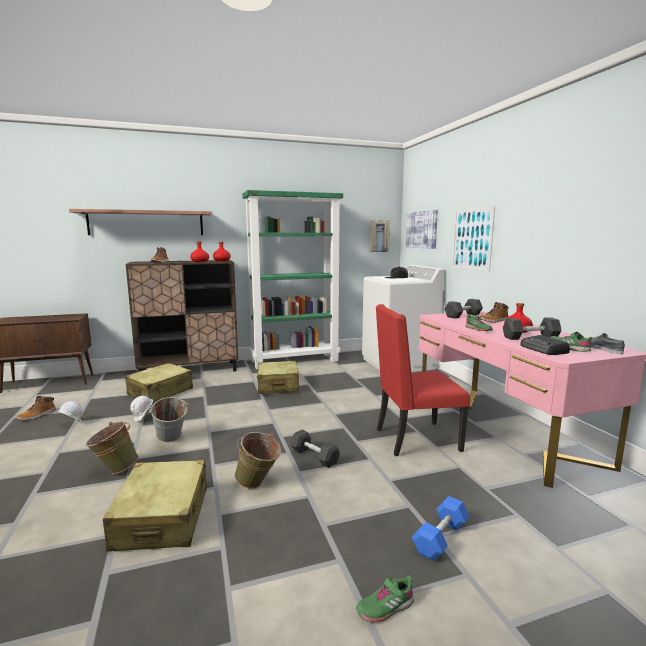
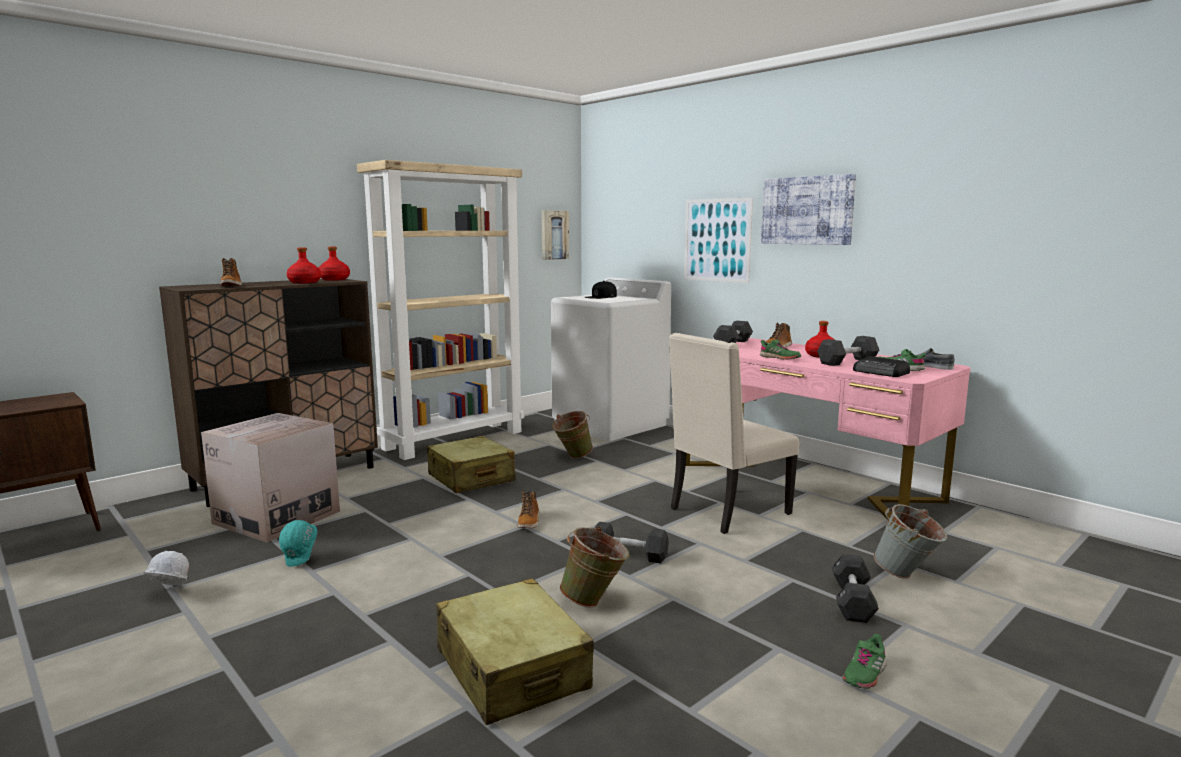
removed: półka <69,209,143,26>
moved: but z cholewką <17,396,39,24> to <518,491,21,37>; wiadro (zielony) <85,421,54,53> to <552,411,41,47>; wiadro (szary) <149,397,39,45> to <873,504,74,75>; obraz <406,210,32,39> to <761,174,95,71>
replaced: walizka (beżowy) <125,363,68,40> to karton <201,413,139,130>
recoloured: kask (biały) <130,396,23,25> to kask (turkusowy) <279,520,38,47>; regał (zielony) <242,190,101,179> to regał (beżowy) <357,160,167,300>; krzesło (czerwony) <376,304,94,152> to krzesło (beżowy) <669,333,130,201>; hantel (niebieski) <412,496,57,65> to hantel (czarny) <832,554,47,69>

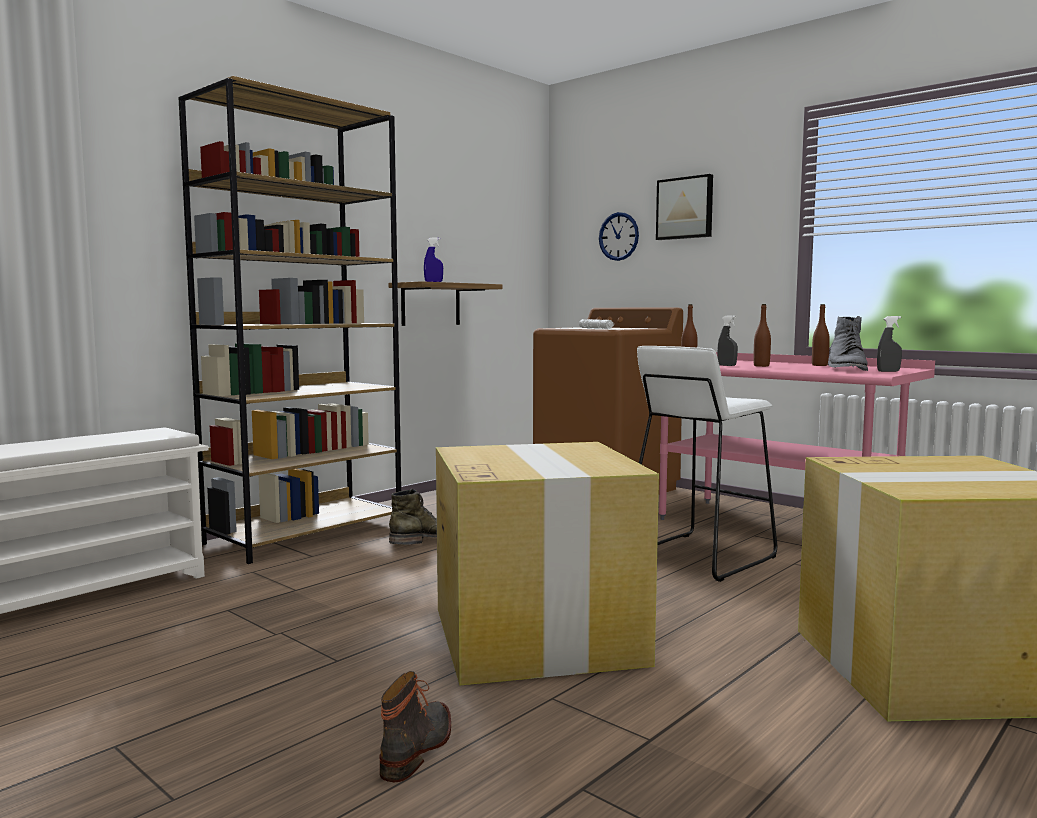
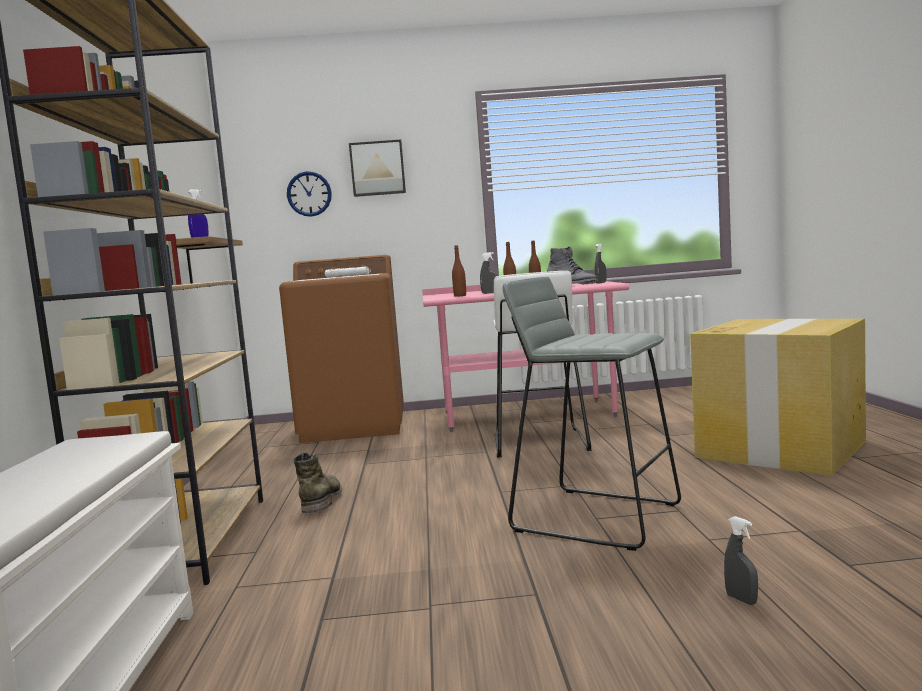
replaced: but z cholewką <379,671,72,111> to spryskiwacz (szary) <724,516,34,89>; karton <436,442,223,243> to stołek (szary) <502,277,179,274>

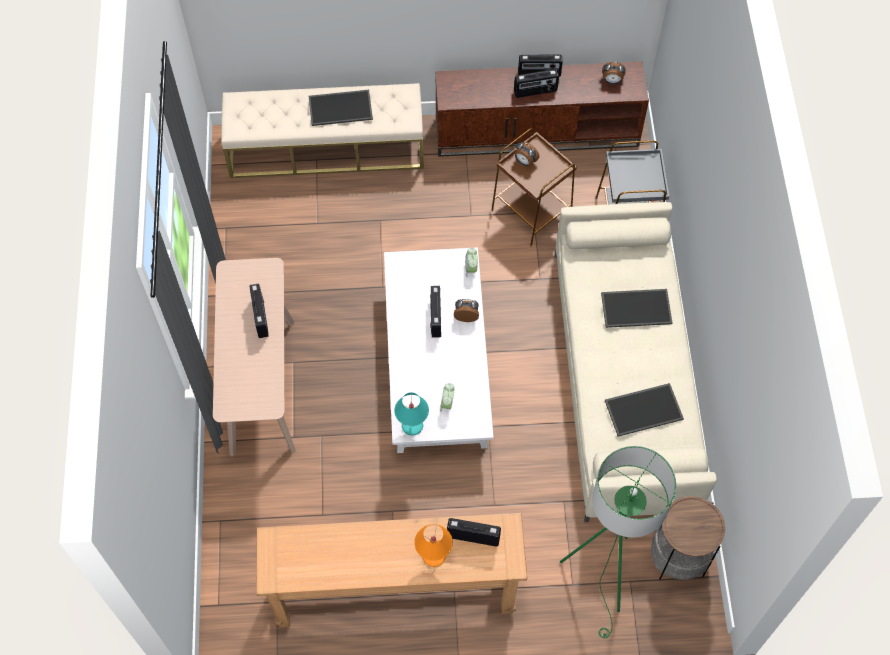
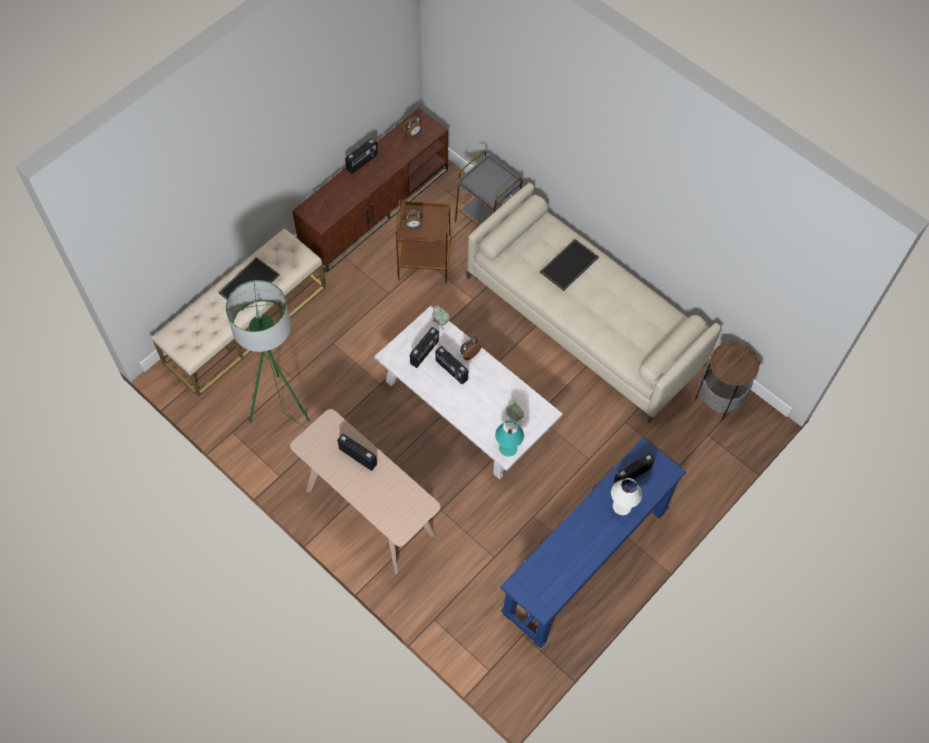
removed: taca <605,383,79,54>
moved: radio <514,69,45,29> to <410,327,29,41>; lampa stojąca (zielony) <560,446,116,193> to <226,280,84,148>
recoloured: stolik konsolowy (brązowy) <256,513,271,114> to stolik konsolowy (niebieski) <500,437,186,211>; lampa stołowa (pomarańczowy) <414,524,39,43> to lampa stołowa (biały) <611,478,31,37>

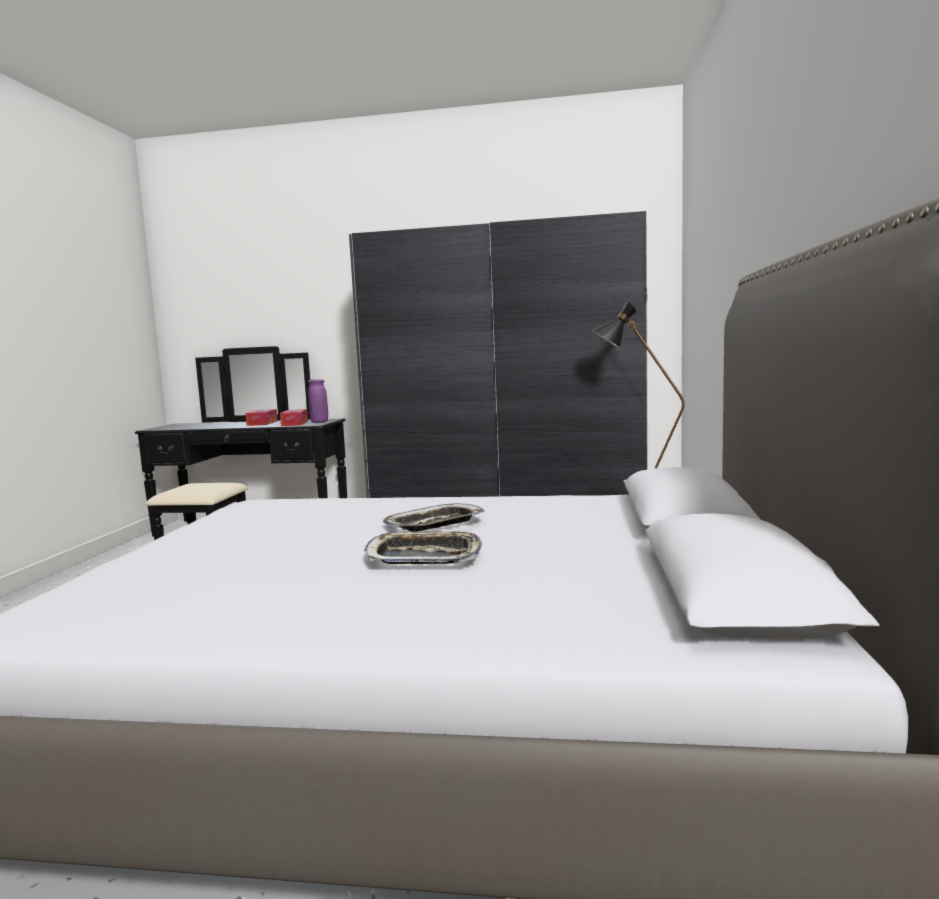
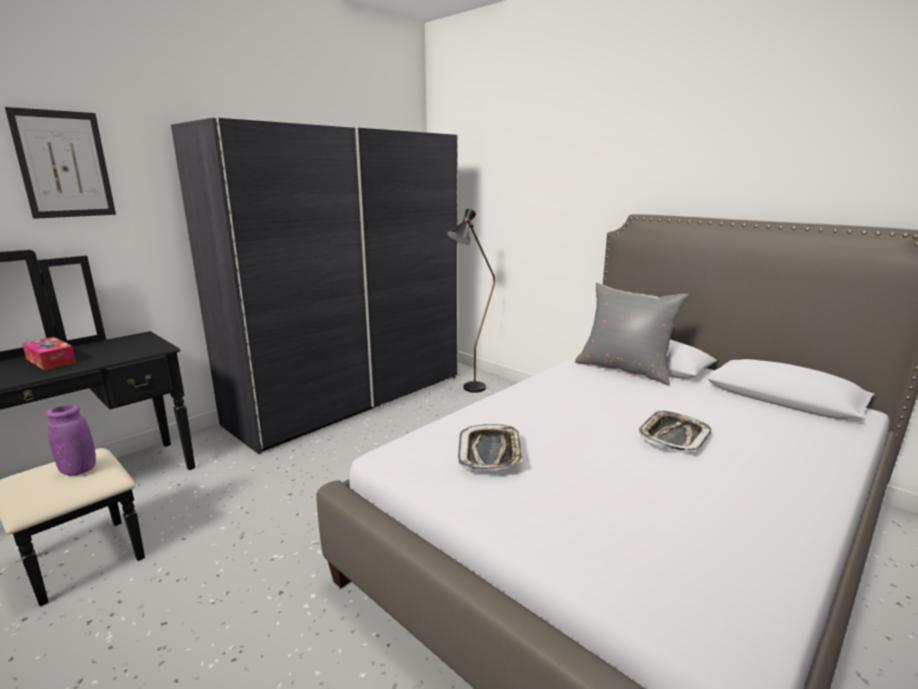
removed: pudełko chusteczek <280,409,28,17>
added: obraz <5,107,111,112>; poduszka (szary) <575,283,114,102>
moved: wazon (fioletowy) <308,379,20,44> to <46,405,50,70>; taca <383,503,102,29> to <458,424,65,47>

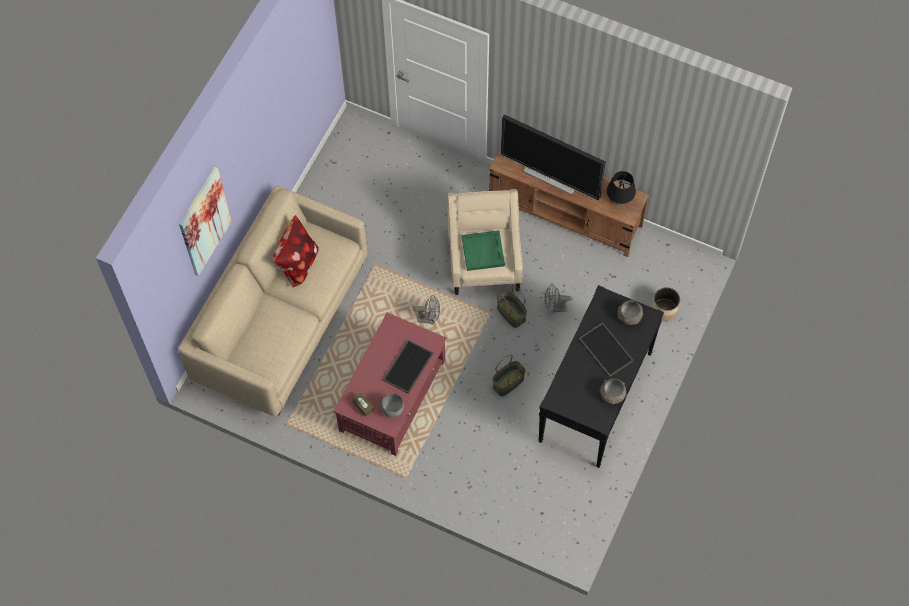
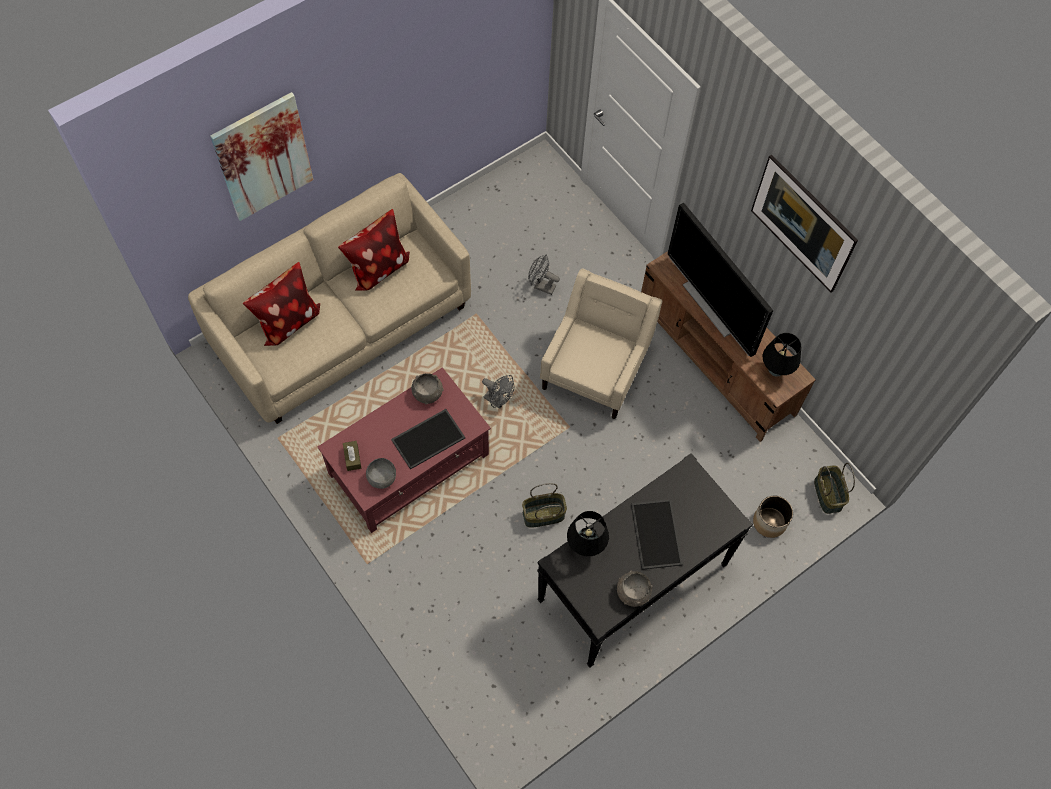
removed: taca (zielony) <462,231,43,40>
added: poduszka <243,262,77,84>; lampa stołowa (czarny) <567,511,42,45>; obraz <751,154,107,139>
moved: koszyk <497,285,30,43> to <814,463,41,51>; wentylator (szary) <545,284,26,29> to <528,255,32,40>; miska (szary) <618,300,25,25> to <411,373,33,31>

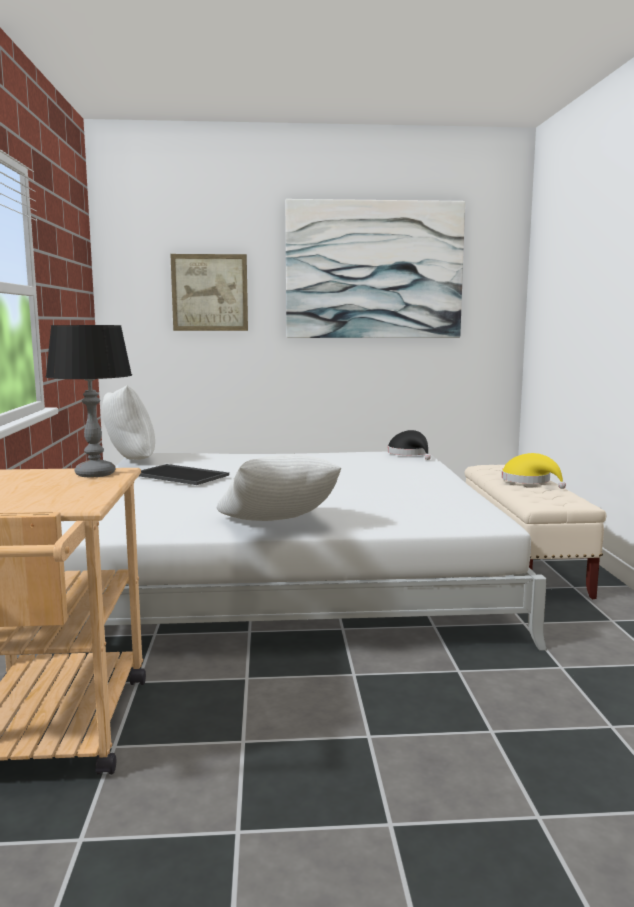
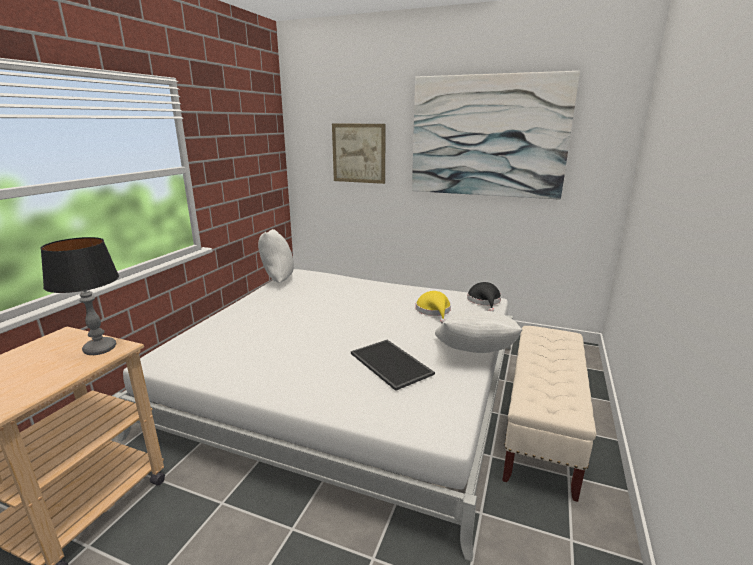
moved: taca <139,464,90,21> to <351,340,84,51>; poduszka (biały) <216,454,125,67> to <435,310,87,43>; kapelusz (żółty) <501,453,65,36> to <416,291,35,33>

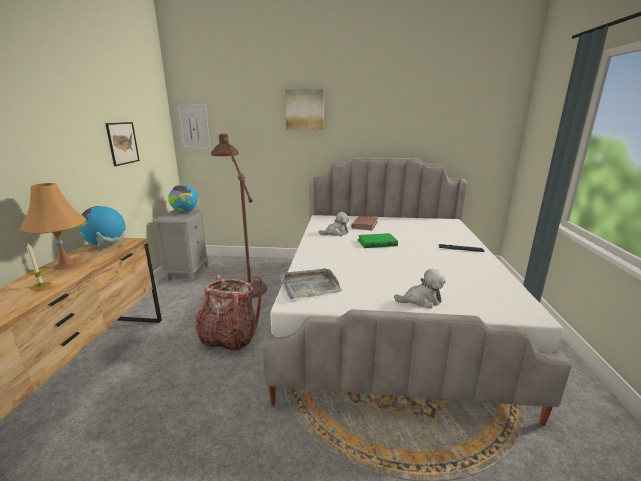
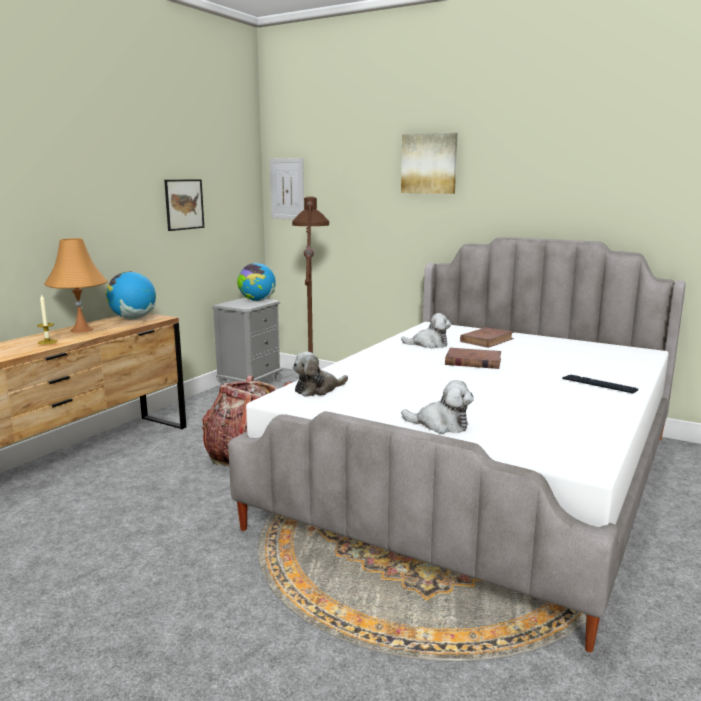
replaced: taca (szary) <280,268,62,31> to pluszak <293,352,55,45>
recoloured: książka (zielony) <357,233,41,15> to książka (brązowy) <445,348,56,21>

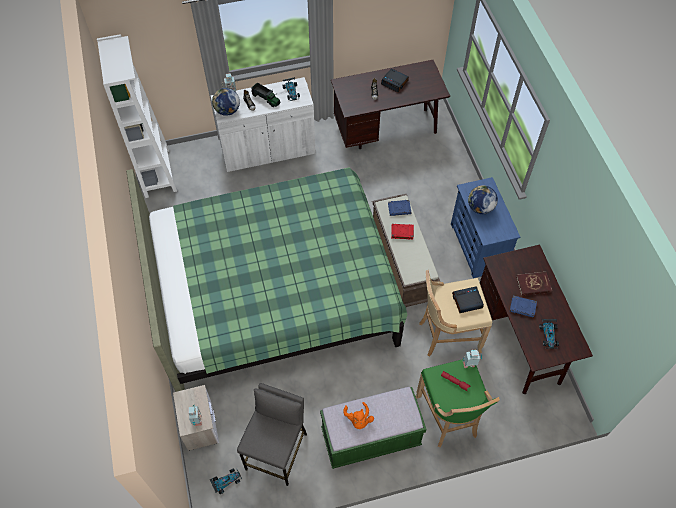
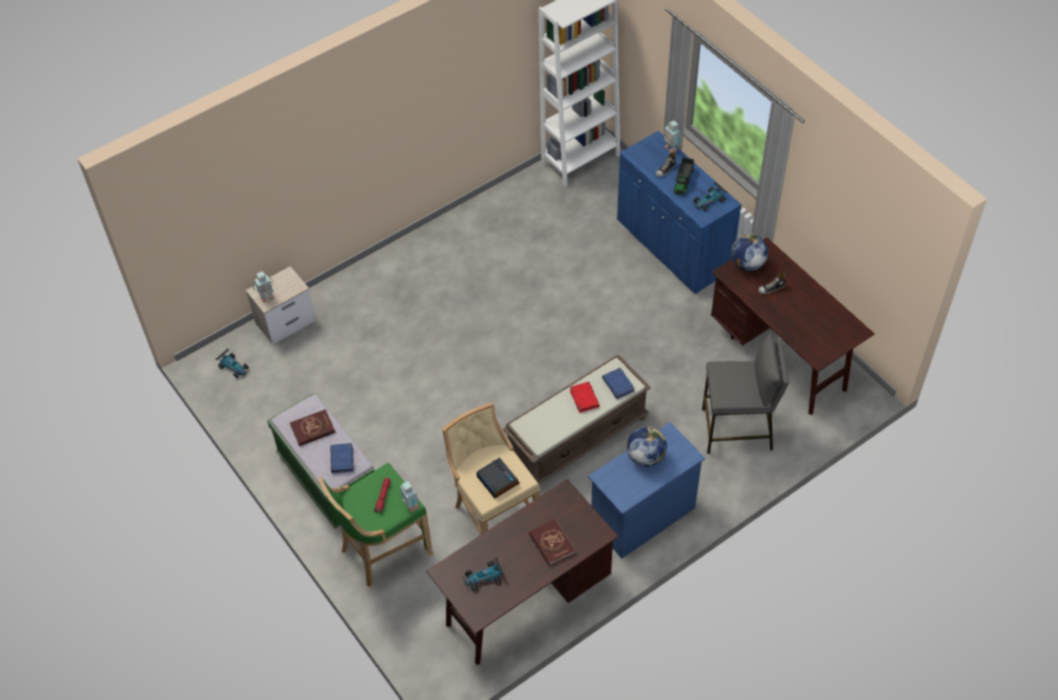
removed: łóżko (zielony) <126,167,281,225>; budzik <381,68,28,24>
moved: globus <212,88,28,28> to <731,234,37,37>; stołek (szary) <237,383,70,103> to <702,333,87,121>; książka (niebieski) <510,296,27,22> to <330,443,24,30>
replaced: pluszak (pomarańczowy) <343,402,31,27> to książka (czerwony) <290,409,45,37>
recoloured: szafka (biały) <211,77,104,95> to szafka (niebieski) <617,131,125,163>

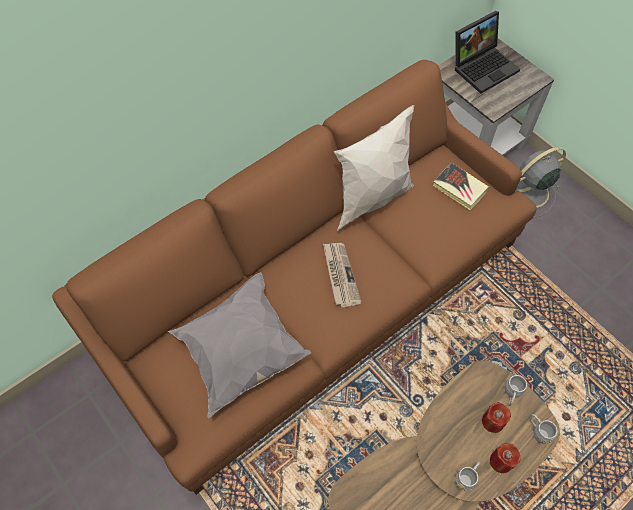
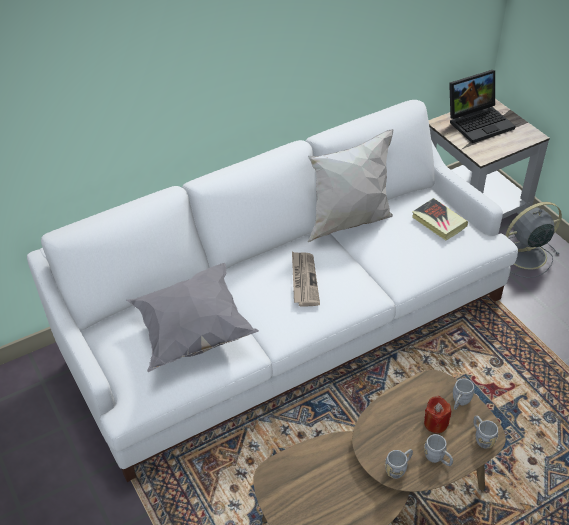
replaced: świeca (czerwony) <490,443,30,30> to kubek (szary) <424,434,29,32>
recoloured: kanapa (brązowy) <52,60,484,435> to kanapa (biały) <27,100,491,382>

